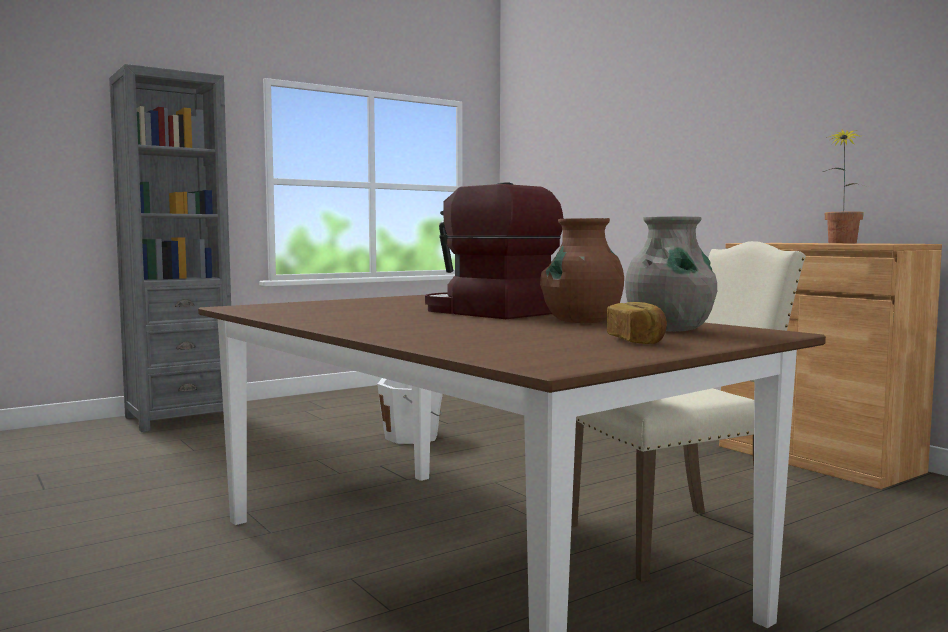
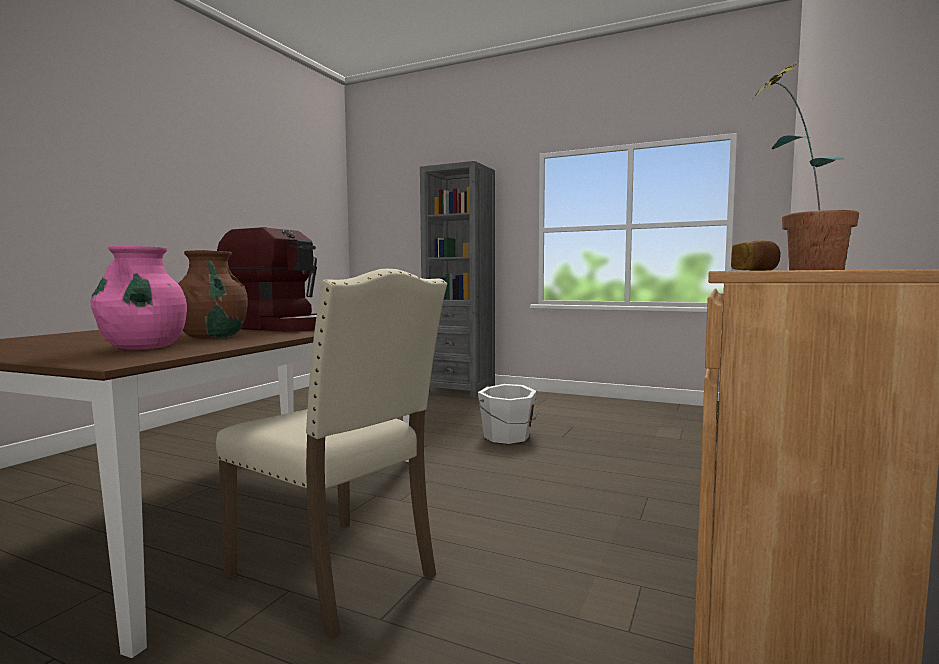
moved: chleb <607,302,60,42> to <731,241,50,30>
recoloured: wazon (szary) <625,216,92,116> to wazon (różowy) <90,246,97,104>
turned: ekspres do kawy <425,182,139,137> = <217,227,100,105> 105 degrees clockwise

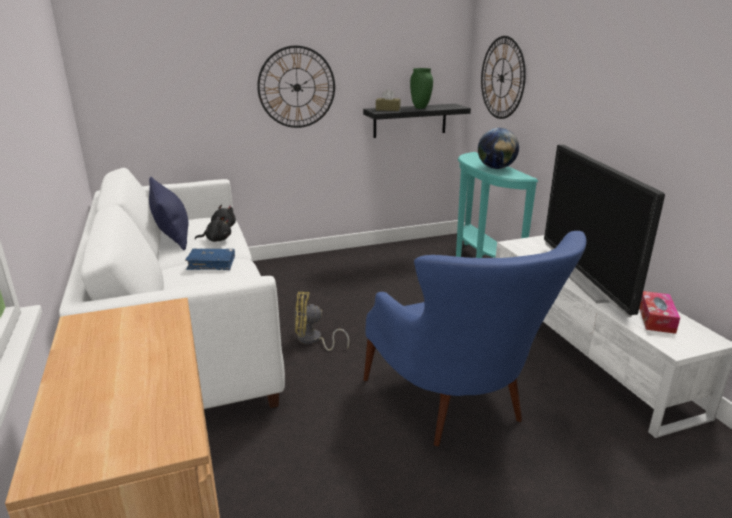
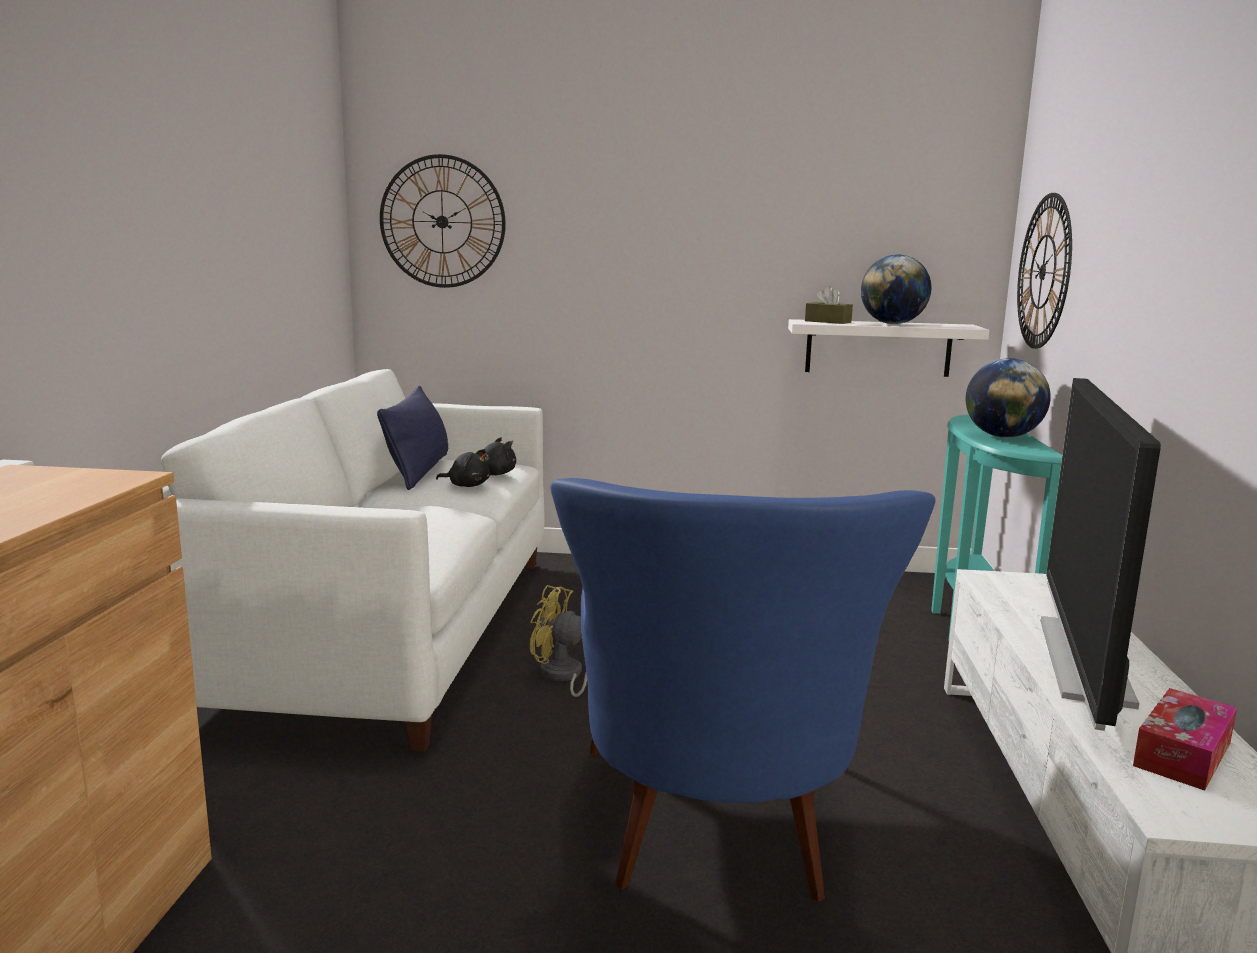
removed: książka (niebieski) <185,248,50,22>
moved: zegar ścienny <257,45,78,83> to <380,154,126,134>
replaced: wazon (zielony) <410,68,23,41> to globus <861,254,70,70>
recoloured: półka (czarny) <363,104,108,34> to półka (biały) <788,319,201,58>

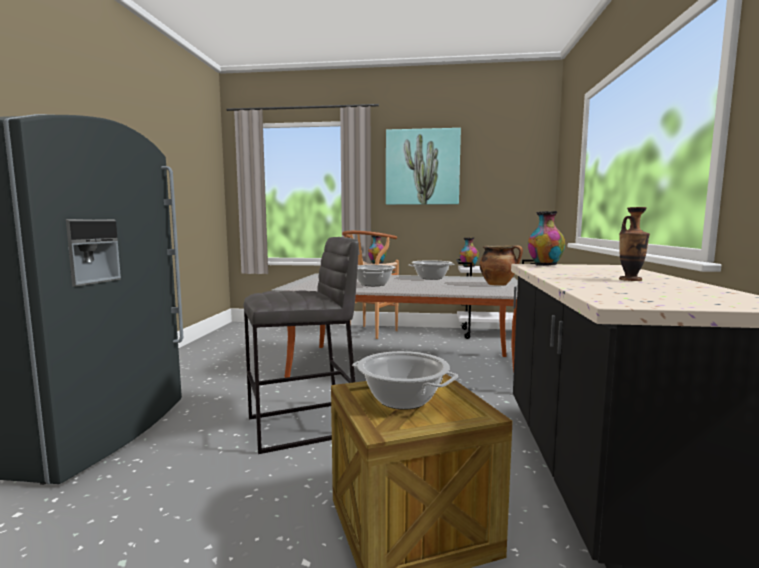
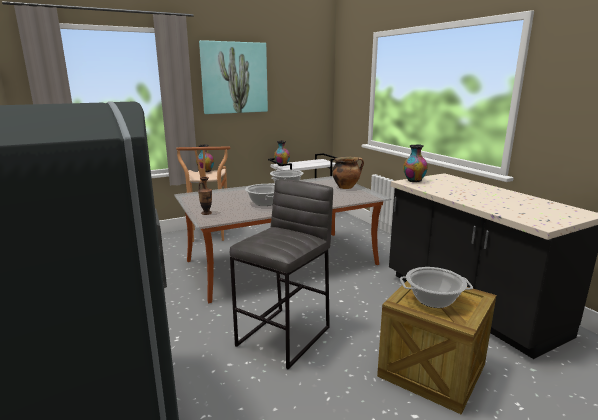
moved: wazon <619,207,31,74> to <198,177,14,38>

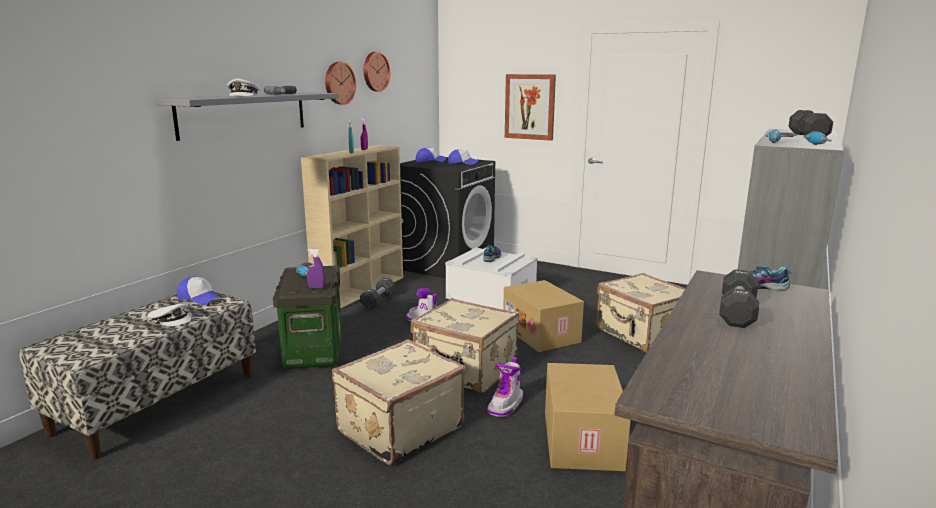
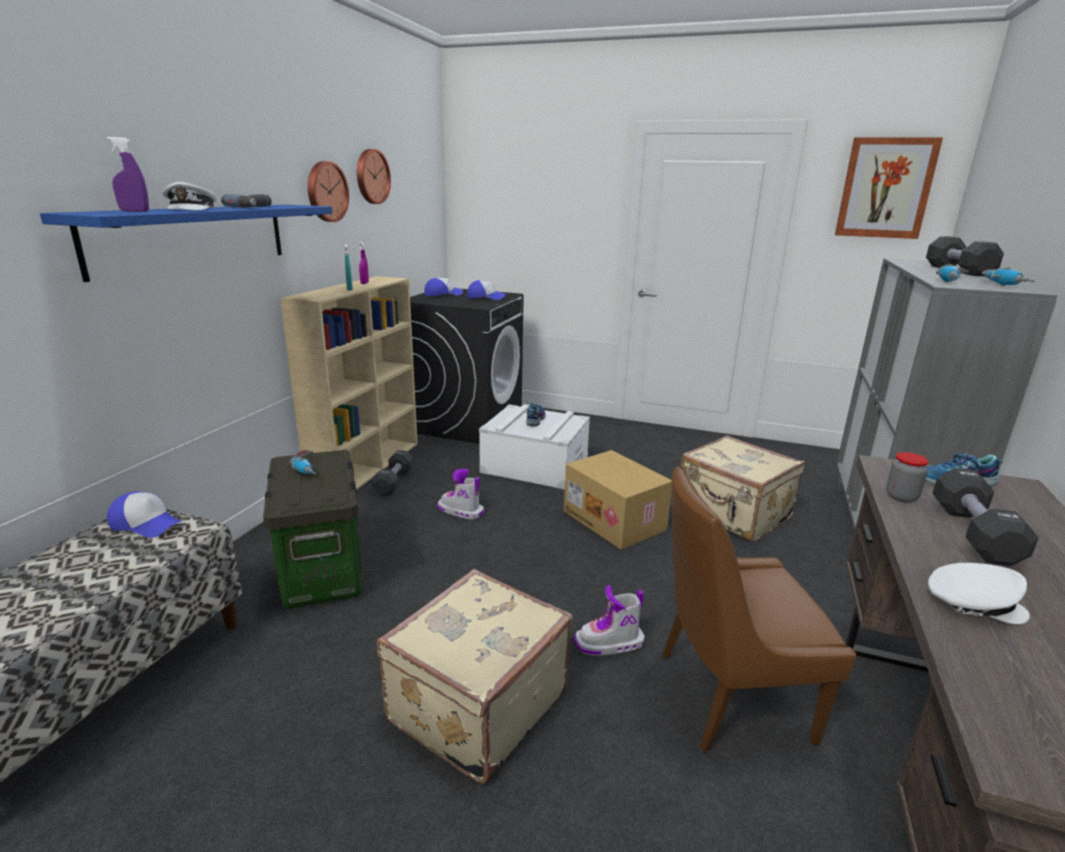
removed: walizka (beżowy) <411,298,108,95>
added: słoik <886,452,43,51>
moved: czapka z daszkiem (biały) <147,303,44,24> to <928,563,102,61>; spryskiwacz (fioletowy) <307,249,18,39> to <106,137,43,75>; obraz <505,74,51,67> to <835,137,108,102>
replaced: karton <545,363,86,108> to krzesło (brązowy) <663,466,193,287>
recoloured: półka (szary) <156,92,183,49> to półka (niebieski) <40,205,293,77>
turned: but z cholewką <487,357,36,60> = <574,585,71,71> 60 degrees clockwise

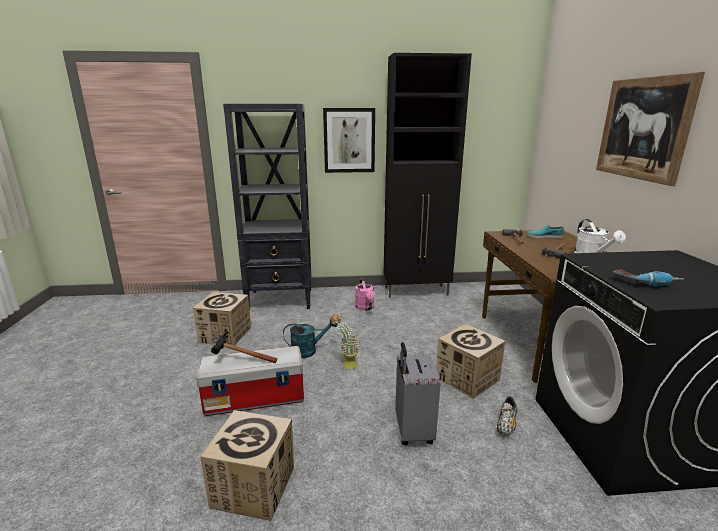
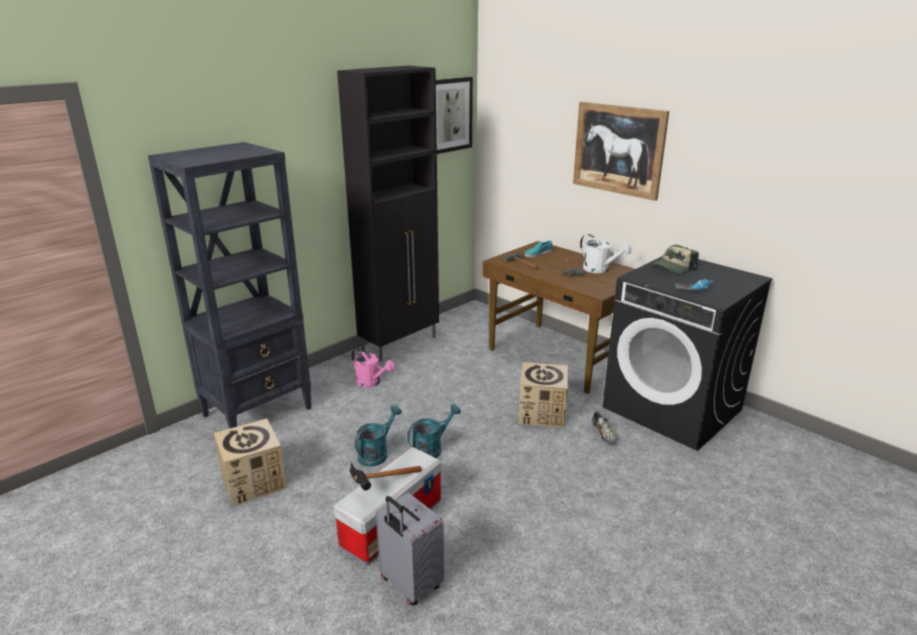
removed: karton <200,410,94,111>
added: czapka z daszkiem <651,245,48,28>
moved: obraz <323,108,52,65> to <436,77,37,77>; walizka (szary) <395,342,46,103> to <376,493,68,113>
replaced: roślina doniczkowa <331,312,28,57> to konewka (turkusowy) <407,404,54,54>

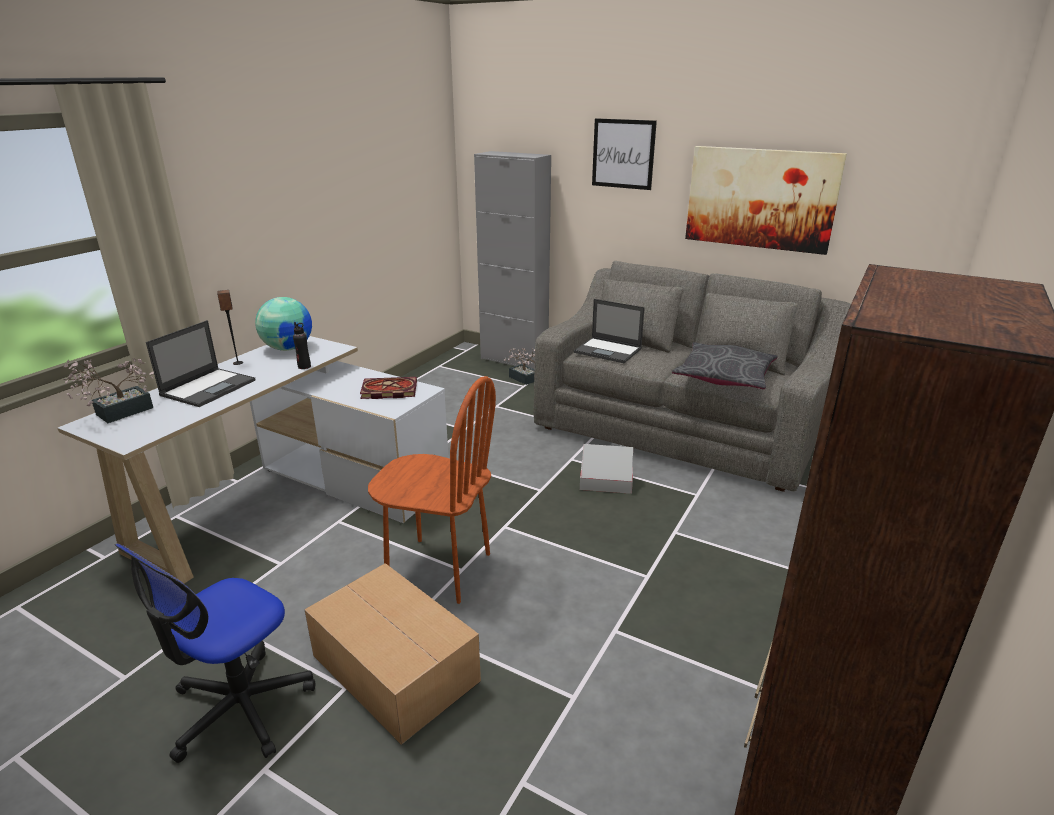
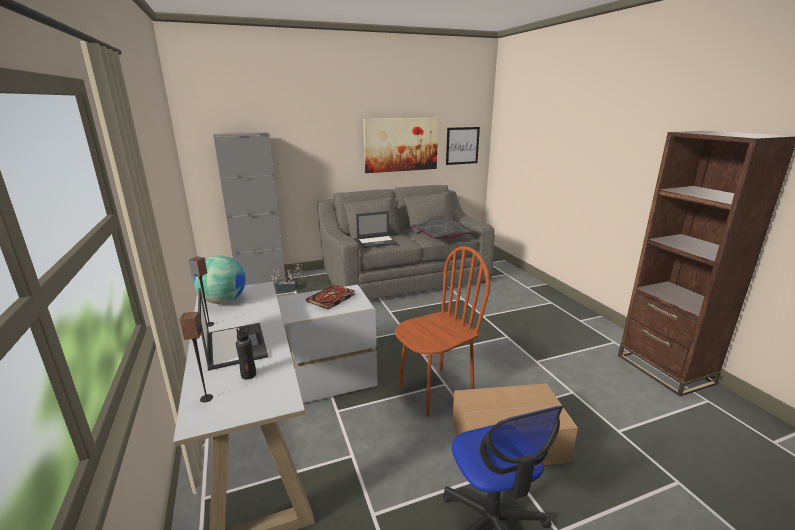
removed: karton <580,444,53,50>
moved: butelka (czarny) <293,322,18,47> to <236,326,20,54>; obraz <592,118,65,72> to <446,127,34,38>
replaced: roślina doniczkowa <63,358,91,65> to głośnik <179,312,34,91>

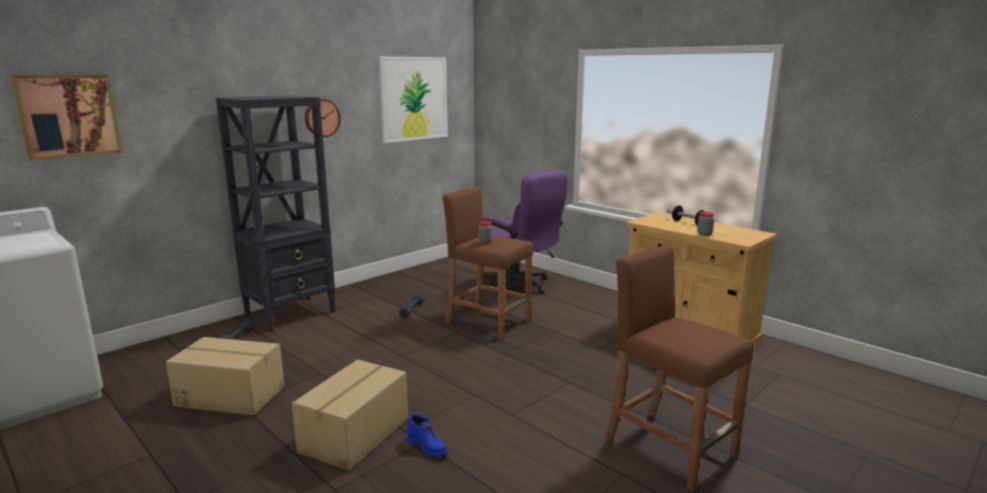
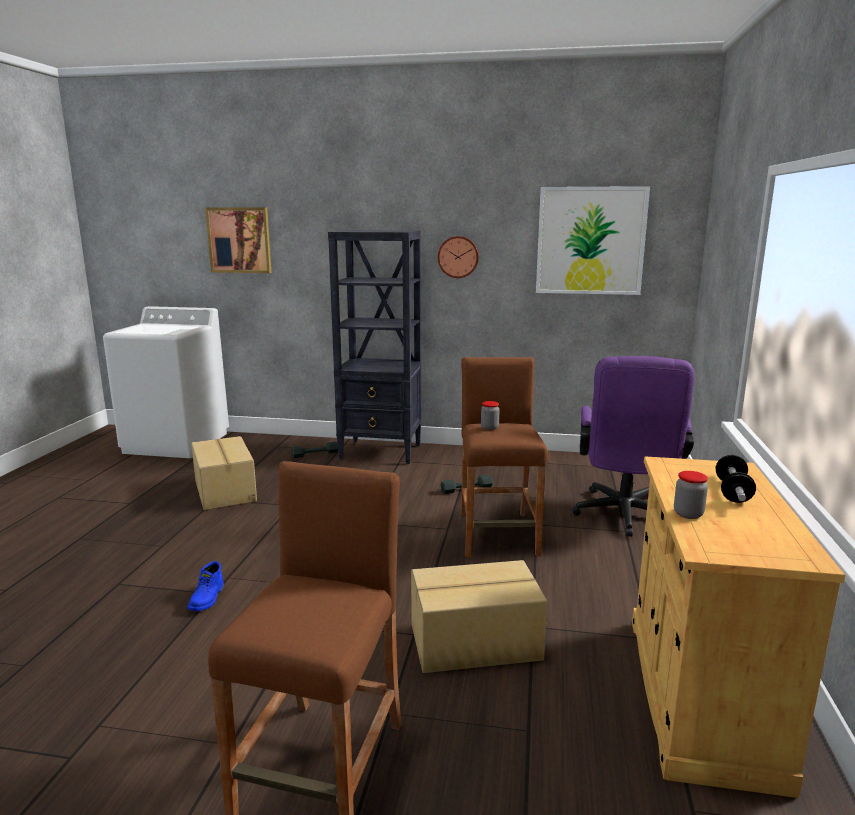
moved: karton <292,360,116,111> to <411,560,137,113>

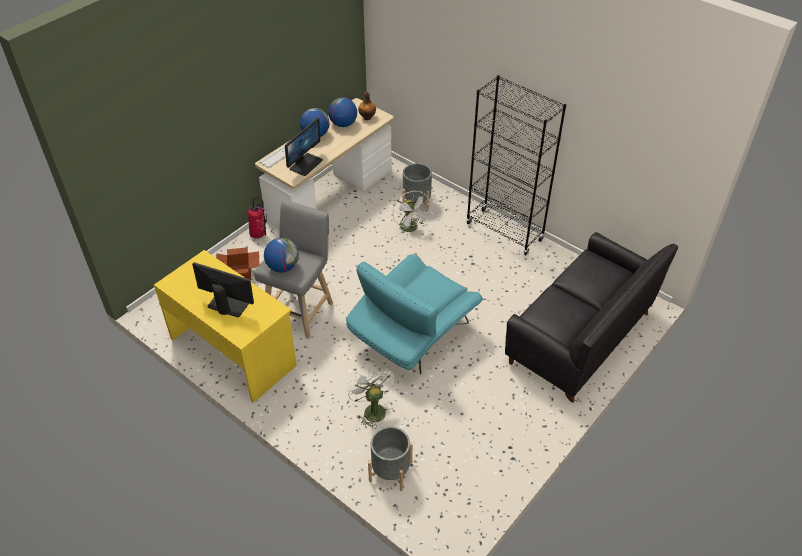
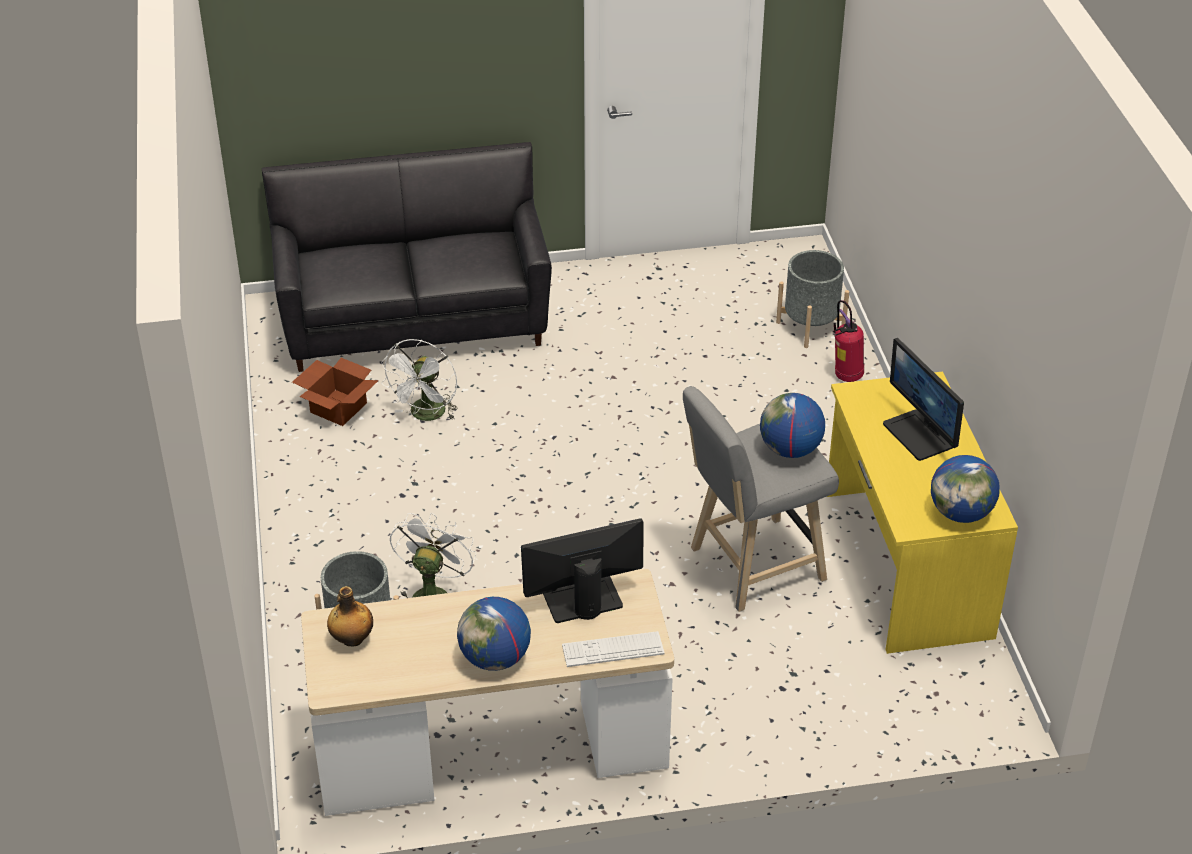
removed: fotel (turkusowy) <346,254,137,120>; regał (czarny) <466,75,100,180>
moved: karton <216,247,44,33> to <292,358,87,68>; gaśnica <248,197,19,42> to <833,300,31,82>; globus <328,98,29,29> to <931,455,69,68>; wentylator (biały) <347,367,49,62> to <381,339,77,82>

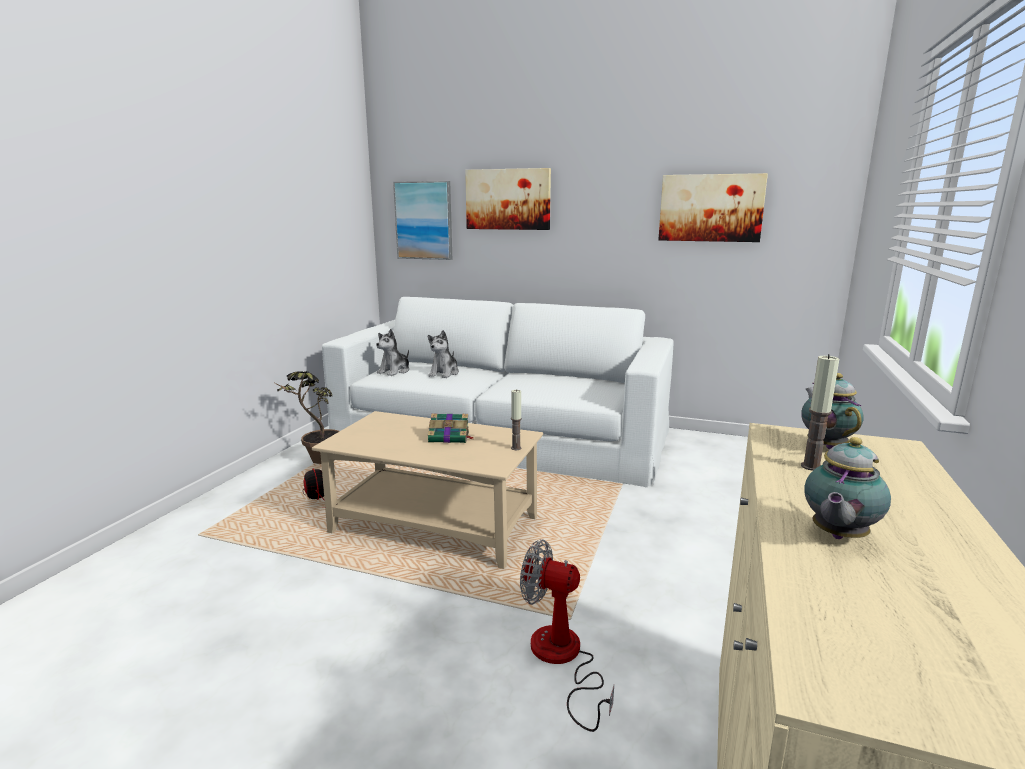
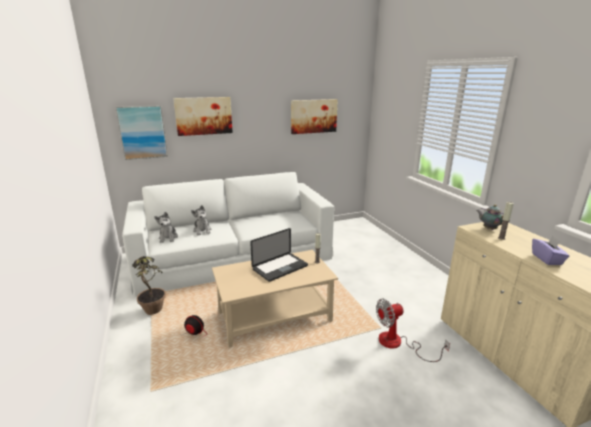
replaced: książka <428,413,46,30> to laptop <250,228,58,54>; imbryk <804,437,87,102> to pudełko chusteczek (fioletowy) <532,236,38,29>

